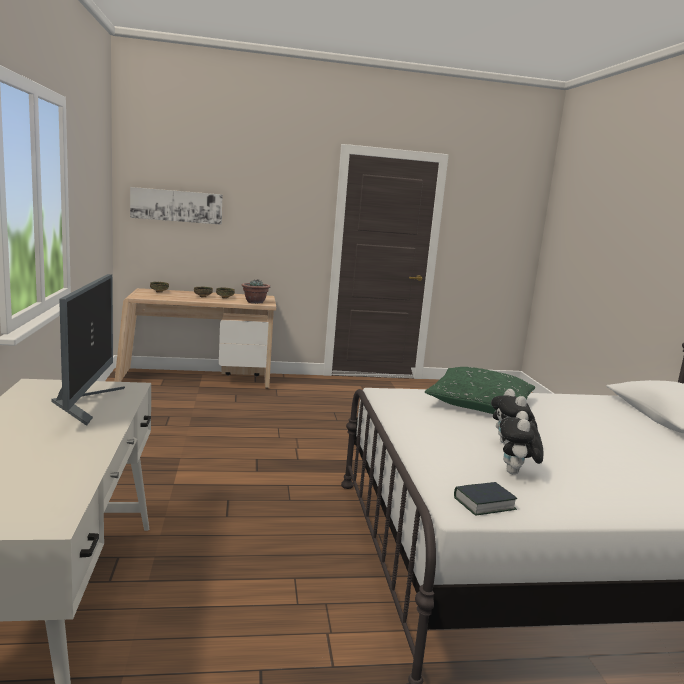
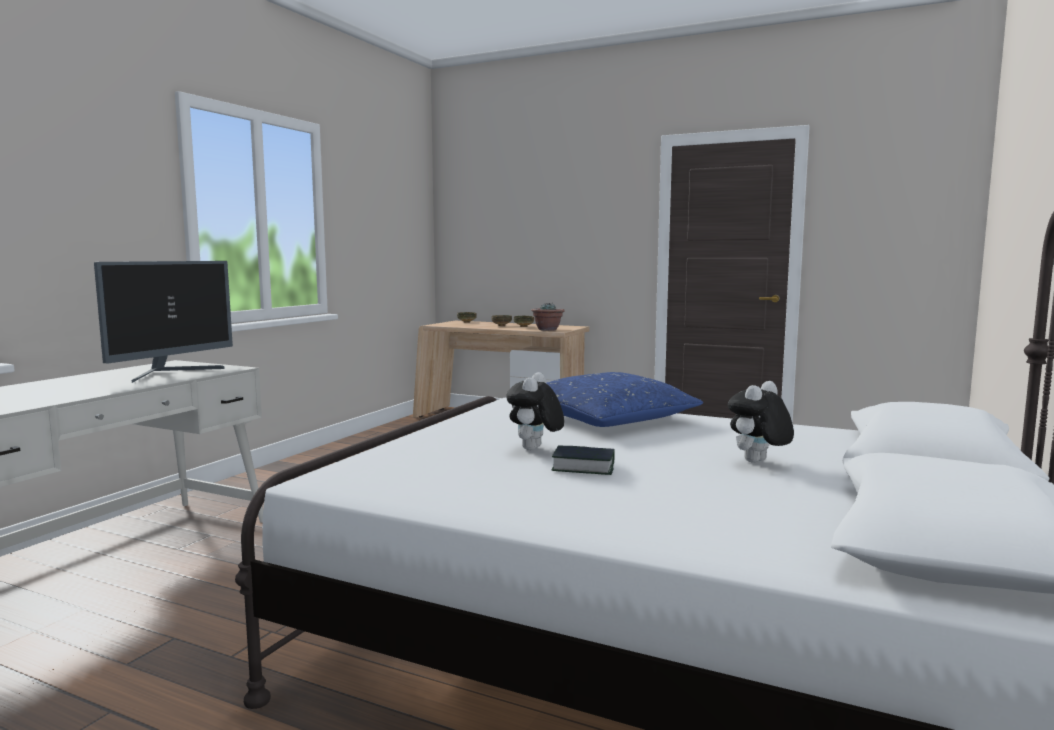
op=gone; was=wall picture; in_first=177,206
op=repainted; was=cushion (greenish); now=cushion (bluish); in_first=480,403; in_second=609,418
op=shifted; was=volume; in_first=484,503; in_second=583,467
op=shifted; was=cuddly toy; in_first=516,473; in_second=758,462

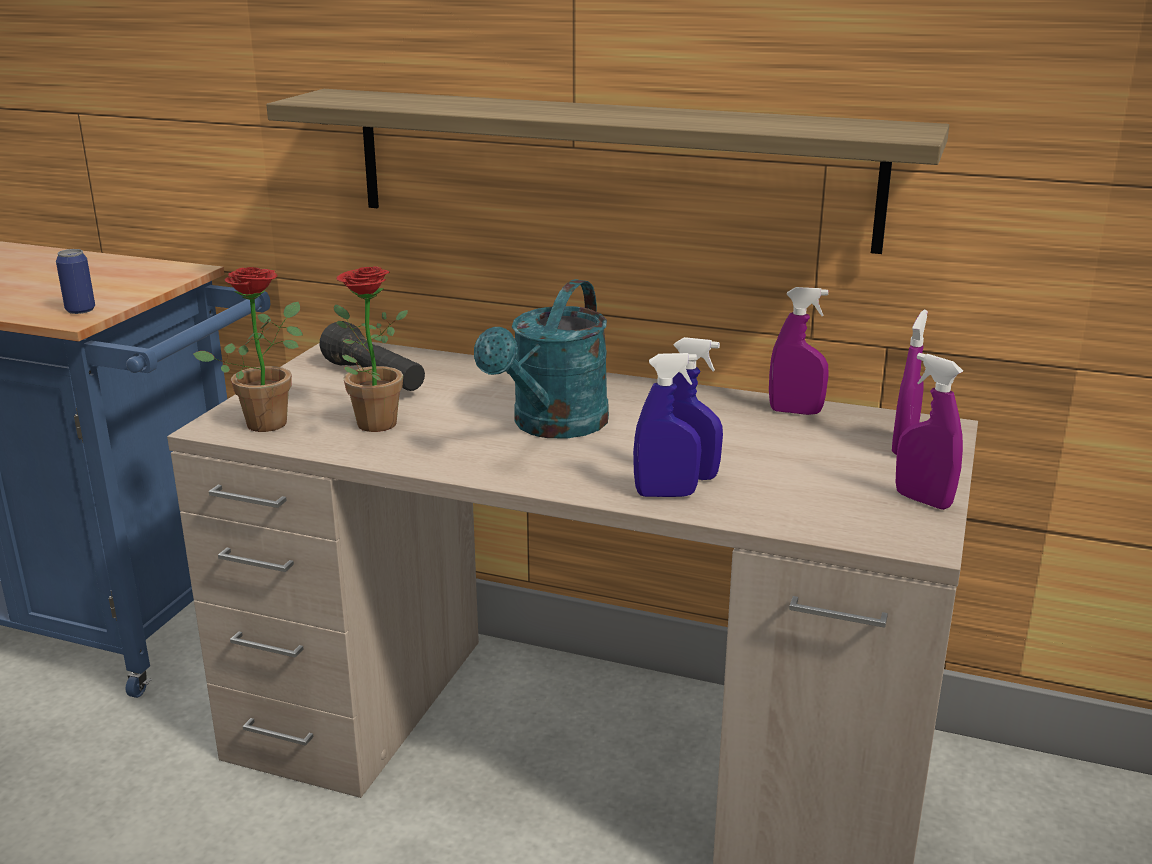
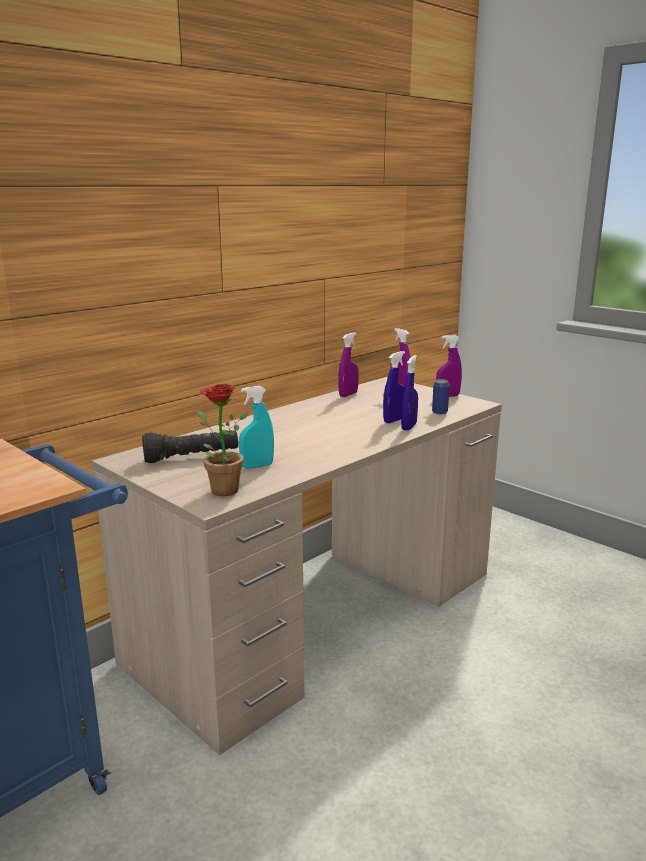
op=shifted; was=can; in_first=80,310; in_second=439,412
op=gone; was=bracket shelf; in_first=608,167
op=swapped; was=houseplant; now=spray bottle (blue-green); in_first=369,422; in_second=257,466
op=gone; was=watering can (blue-green); in_first=552,426

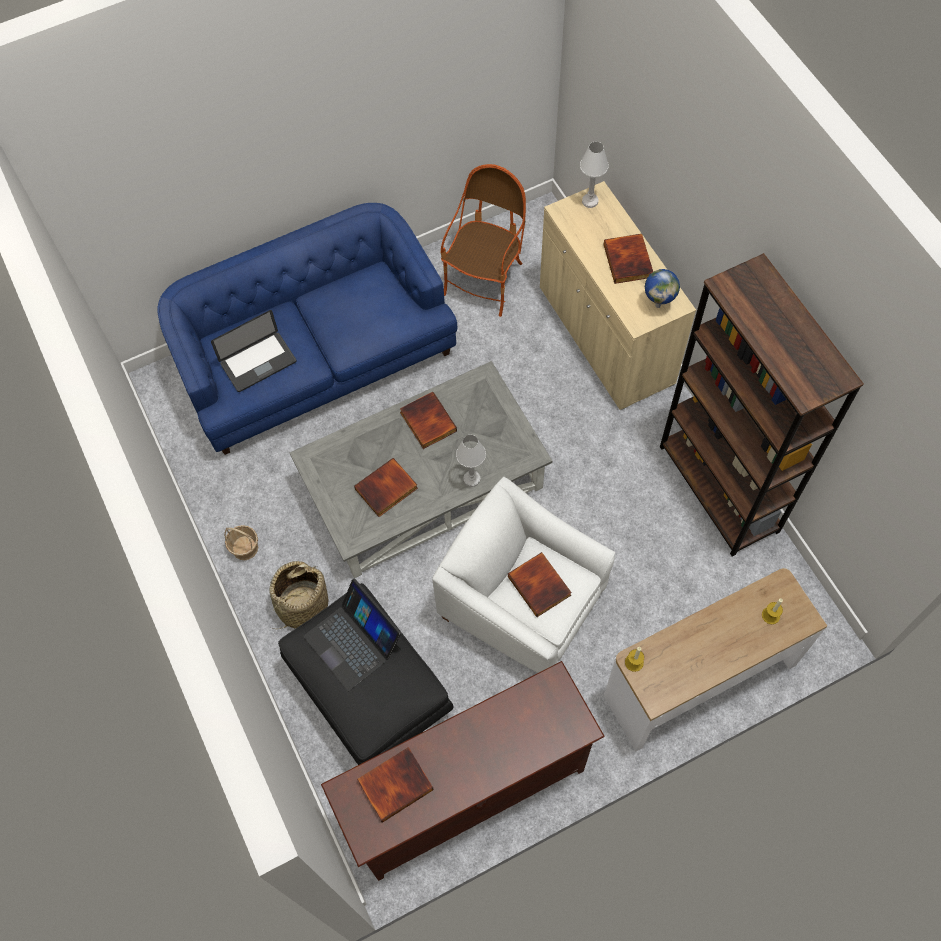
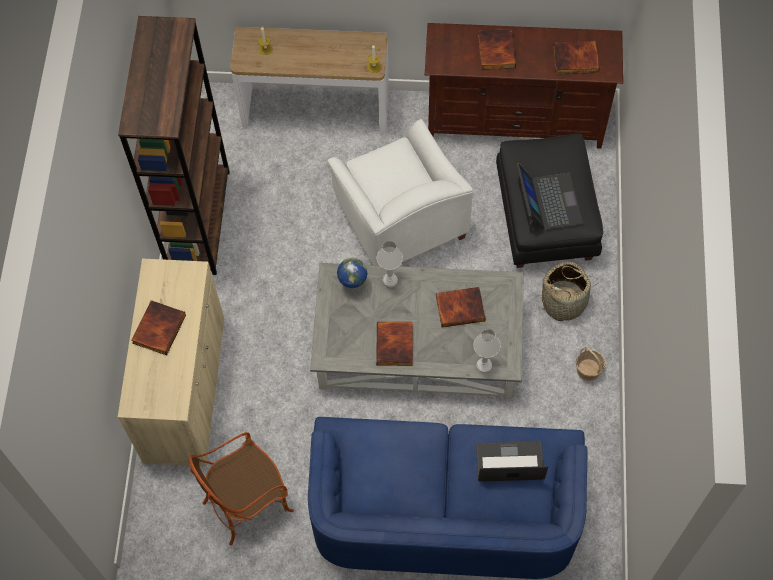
op=shifted; was=volume; in_first=540,585; in_second=495,51
op=shifted; was=table lamp (whitish); in_first=590,201; in_second=484,365
op=shifted; was=world globe; in_first=658,305; in_second=352,286

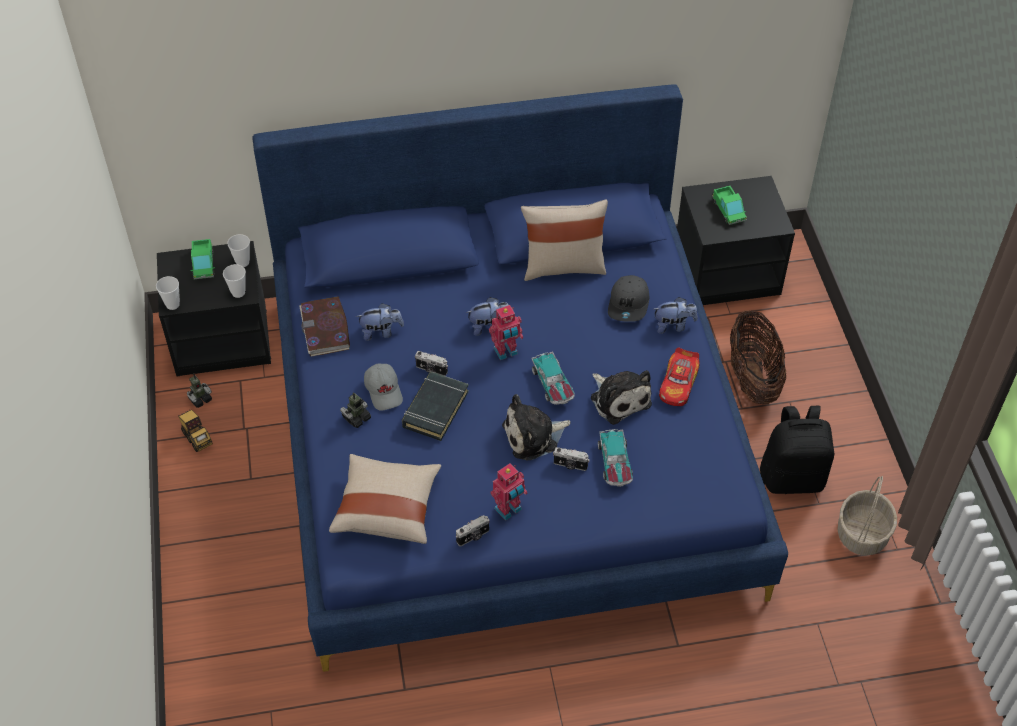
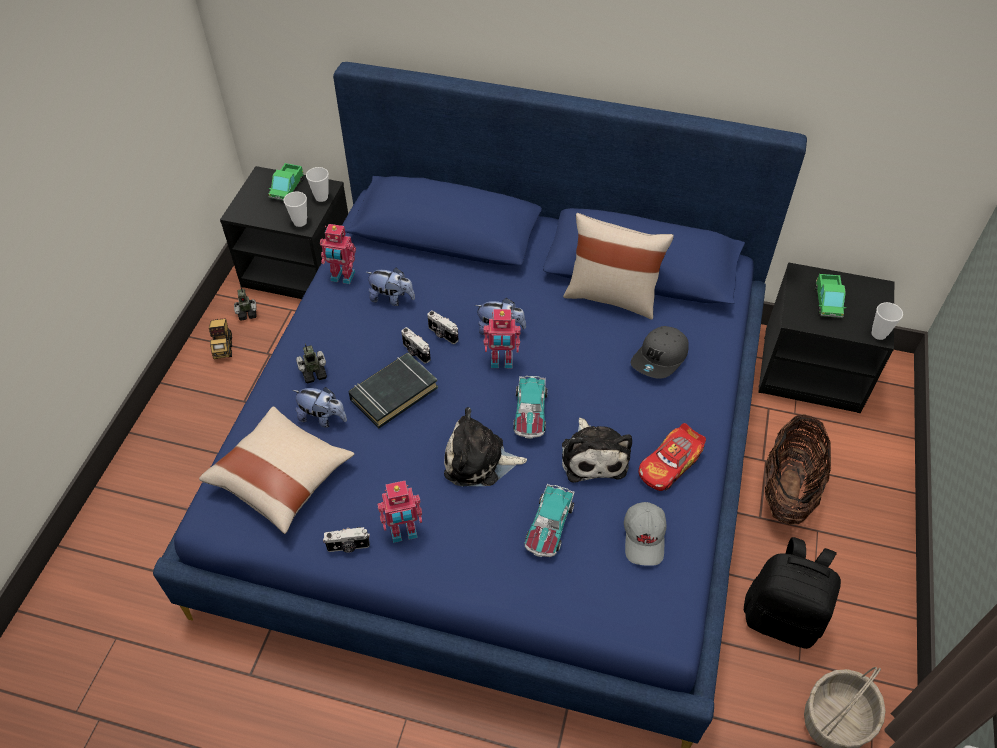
op=shifted; was=cup; in_first=172,304; in_second=878,334
op=swapped; was=volume; now=toy robot; in_first=325,329; in_second=342,277
op=shifted; was=peaked cap (gray); in_first=384,391; in_second=644,538
op=shifted; was=photo camera; in_first=570,465; in_second=442,334
op=shifted; was=cuddly toy; in_first=673,326; in_second=322,418

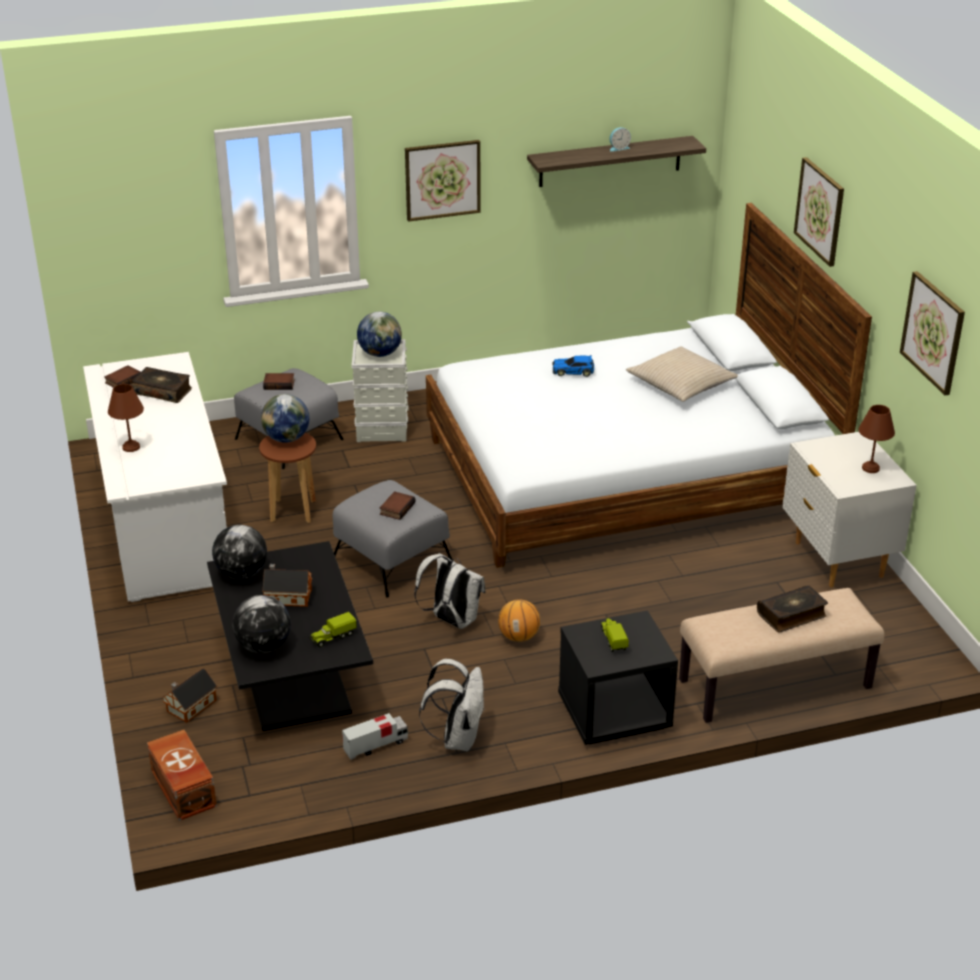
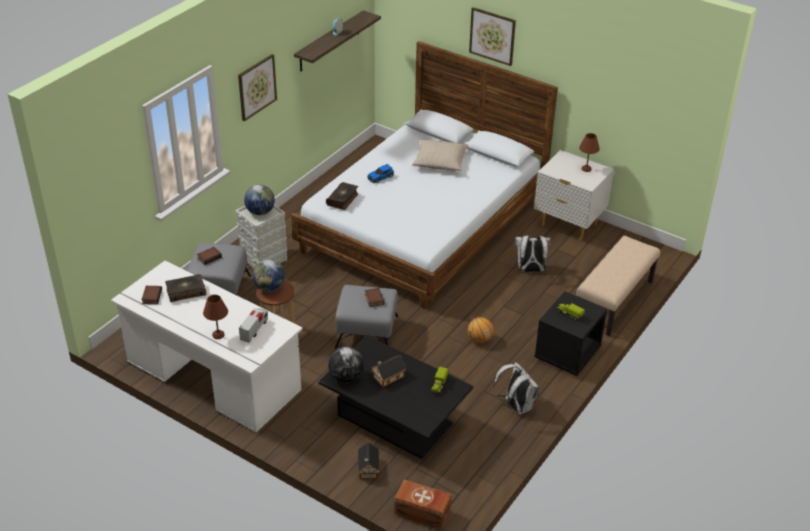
op=gone; was=world globe; in_first=263,646
op=shifted; was=model truck; in_first=376,745; in_second=254,330
op=shifted; was=rucksack (whitish); in_first=452,620; in_second=530,270
op=shifted; was=volume; in_first=792,615; in_second=343,199
op=gone; was=wall picture; in_first=933,332

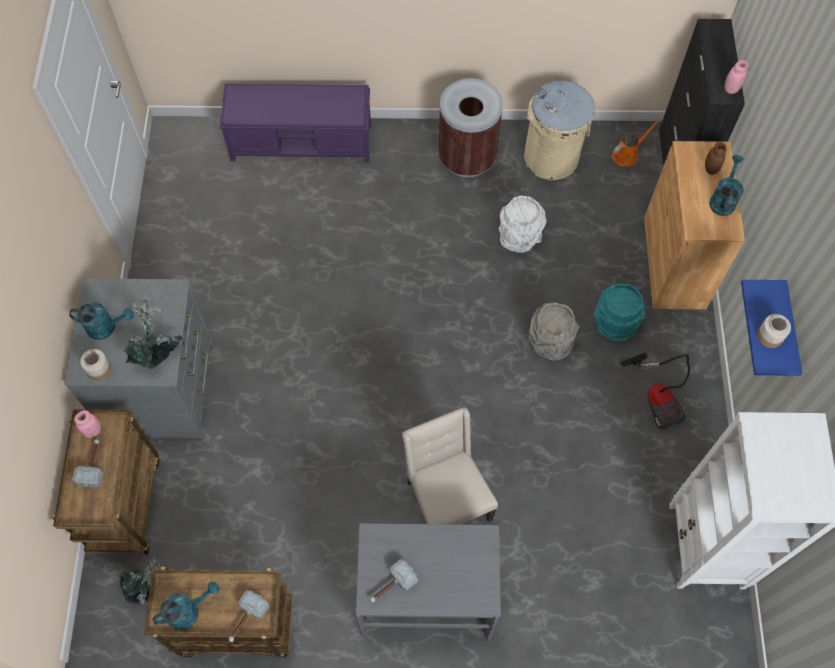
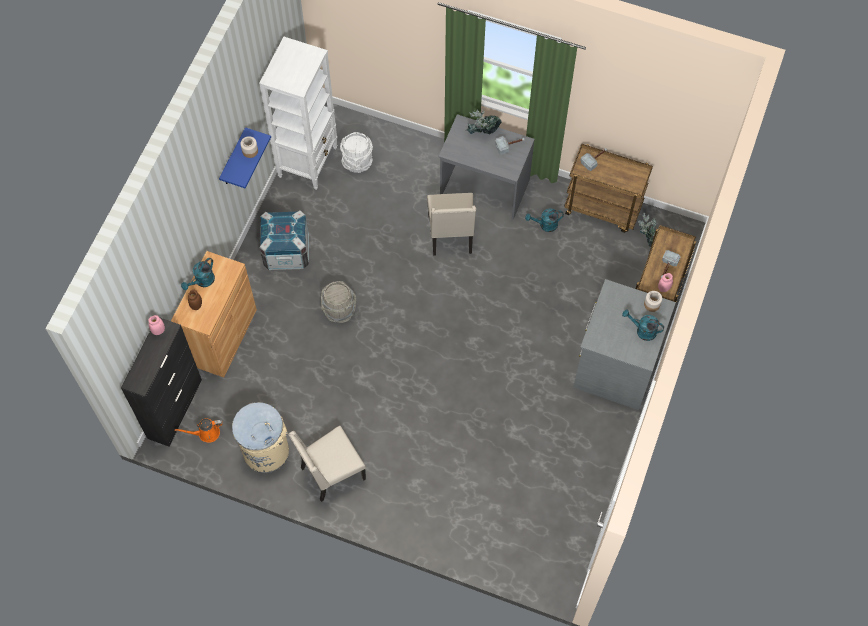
op=shifted; was=houseplant; in_first=158,354; in_second=482,134
op=shifted; was=watering can (blue-green); in_first=188,611; in_second=545,225
op=gone; was=indoor bench (purplish); in_first=302,142
op=swapped; was=waste bin (brownish); now=plain chair (beige-coloured); in_first=467,158; in_second=331,473
op=shifted; was=bucket (whitish); in_first=519,238; in_second=357,162
op=gone; was=bucket (blue-green); in_first=615,324
op=swapped; was=vacuum cleaner; now=packing crate; in_first=658,397; in_second=286,252

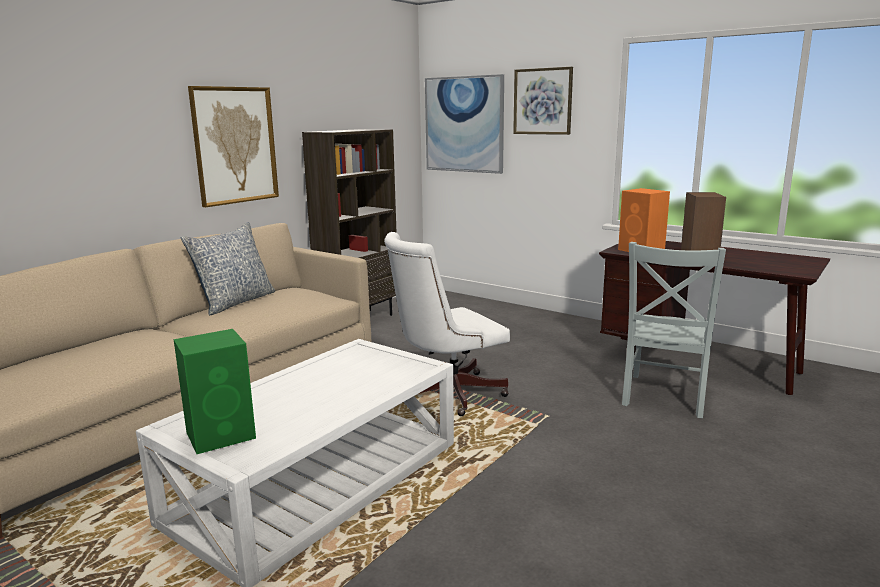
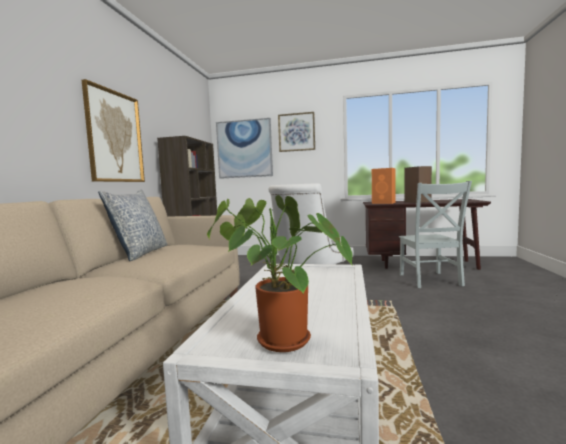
op=swapped; was=loudspeaker (greenish); now=houseplant; in_first=222,435; in_second=277,340

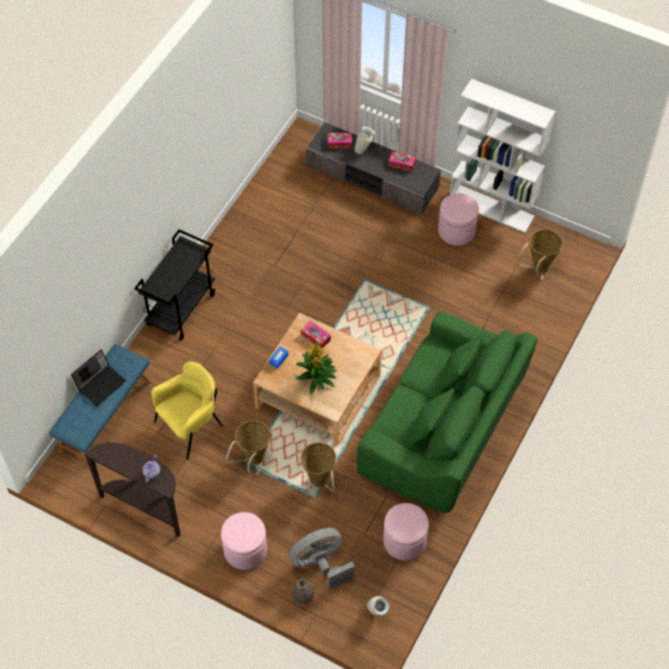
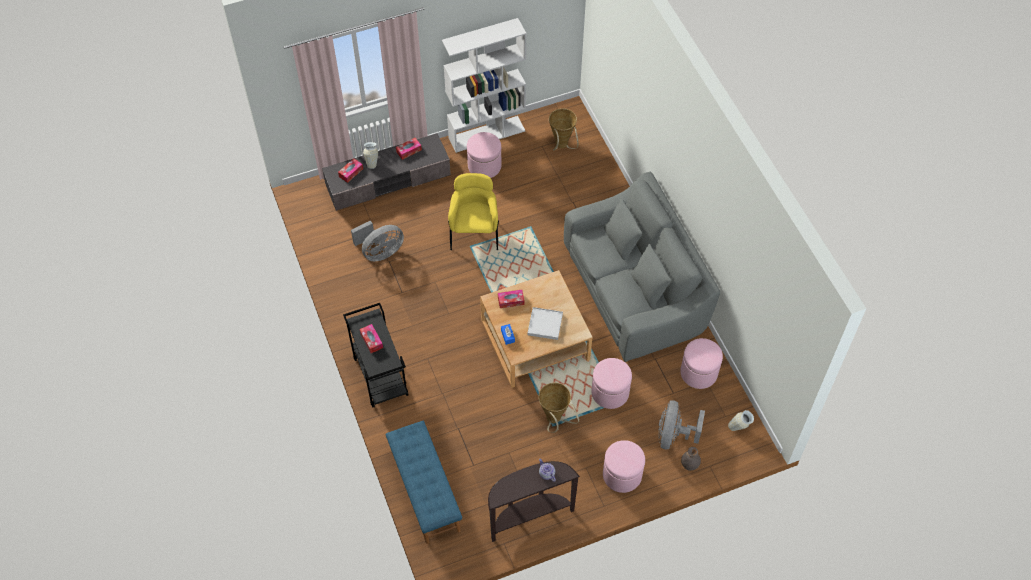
op=gone; was=notebook computer; in_first=101,384
op=shifted; was=easy chair (yellow); in_first=190,426; in_second=474,232
op=swapped; was=houseplant; now=carrying tray (whitish); in_first=316,378; in_second=545,324
op=swapped; was=basket; now=footrest (pinkish); in_first=318,484; in_second=610,392
op=repainted; was=sofa (greenish); now=sofa (gray); in_first=442,430; in_second=634,289
op=new; now=electric fan (gray); in_second=380,252
op=new; now=tissue box; in_second=371,340

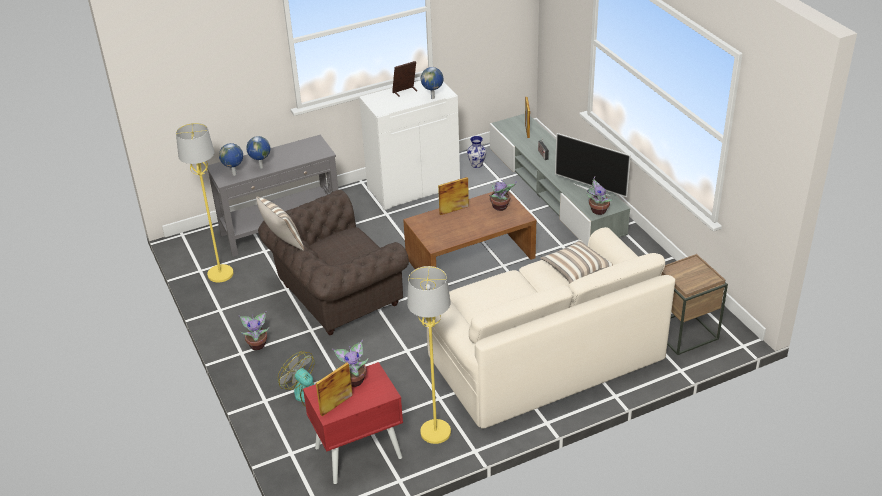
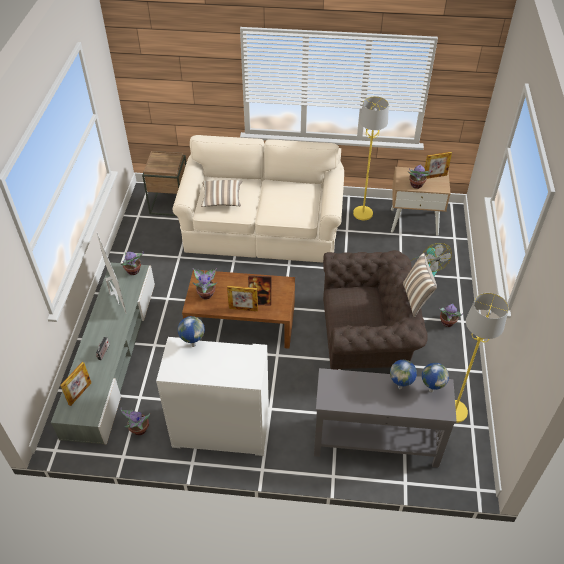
op=repainted; was=bedside table (red-coloured); now=bedside table (beige-coloured); in_first=358,453; in_second=414,222
op=shifted; was=standing frame; in_first=405,91; in_second=260,301
op=swapped; was=decorative vase; now=houseplant; in_first=477,164; in_second=138,429

